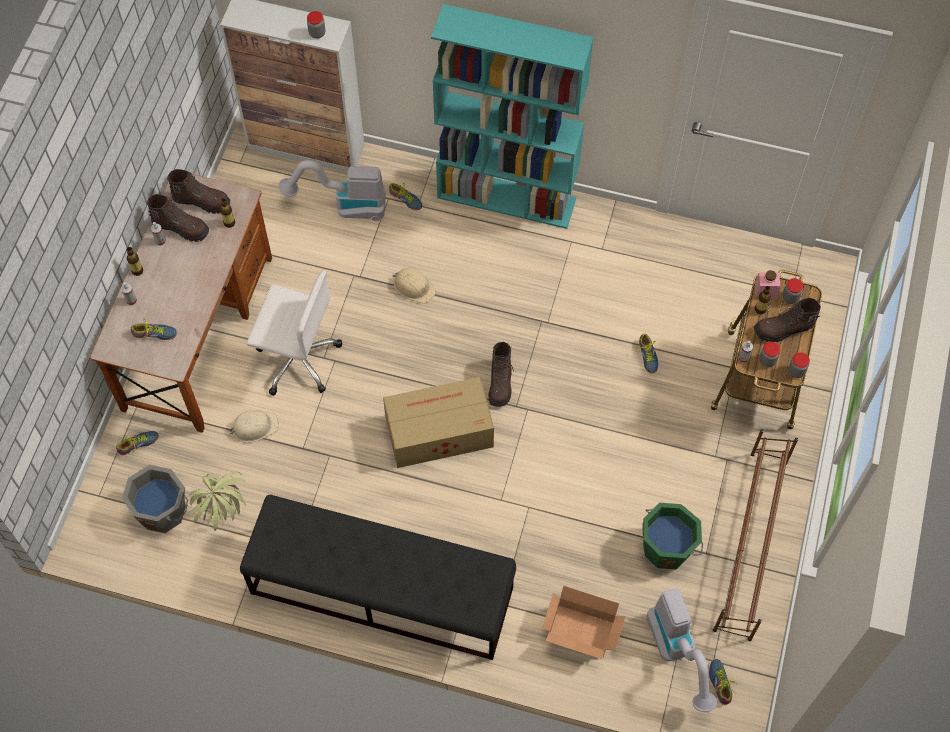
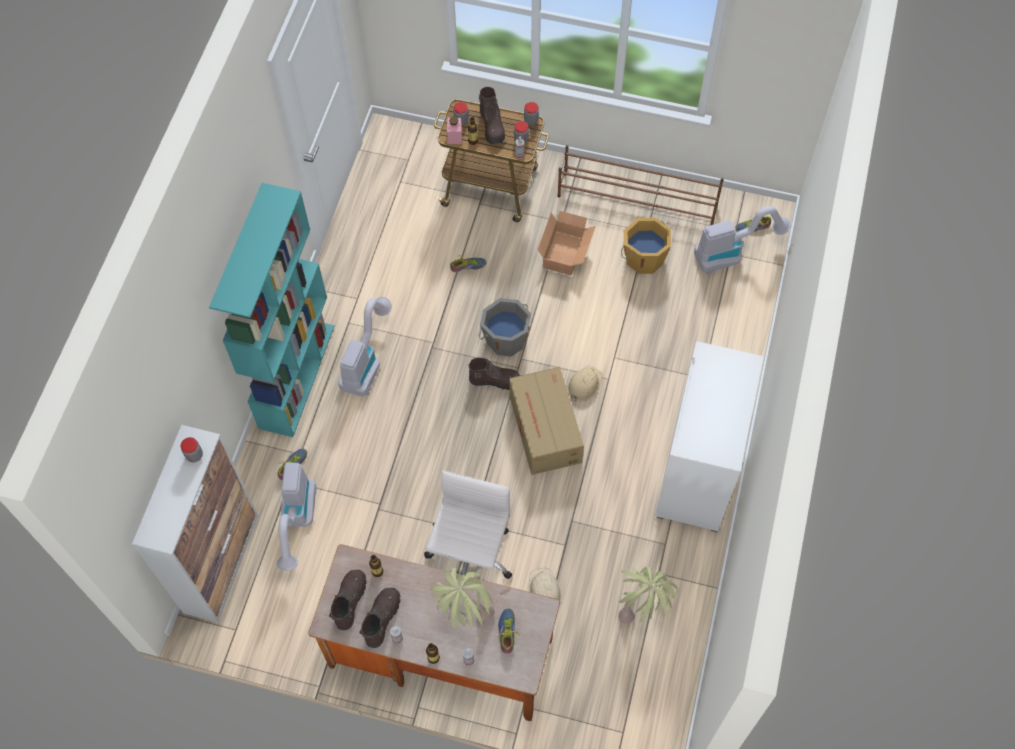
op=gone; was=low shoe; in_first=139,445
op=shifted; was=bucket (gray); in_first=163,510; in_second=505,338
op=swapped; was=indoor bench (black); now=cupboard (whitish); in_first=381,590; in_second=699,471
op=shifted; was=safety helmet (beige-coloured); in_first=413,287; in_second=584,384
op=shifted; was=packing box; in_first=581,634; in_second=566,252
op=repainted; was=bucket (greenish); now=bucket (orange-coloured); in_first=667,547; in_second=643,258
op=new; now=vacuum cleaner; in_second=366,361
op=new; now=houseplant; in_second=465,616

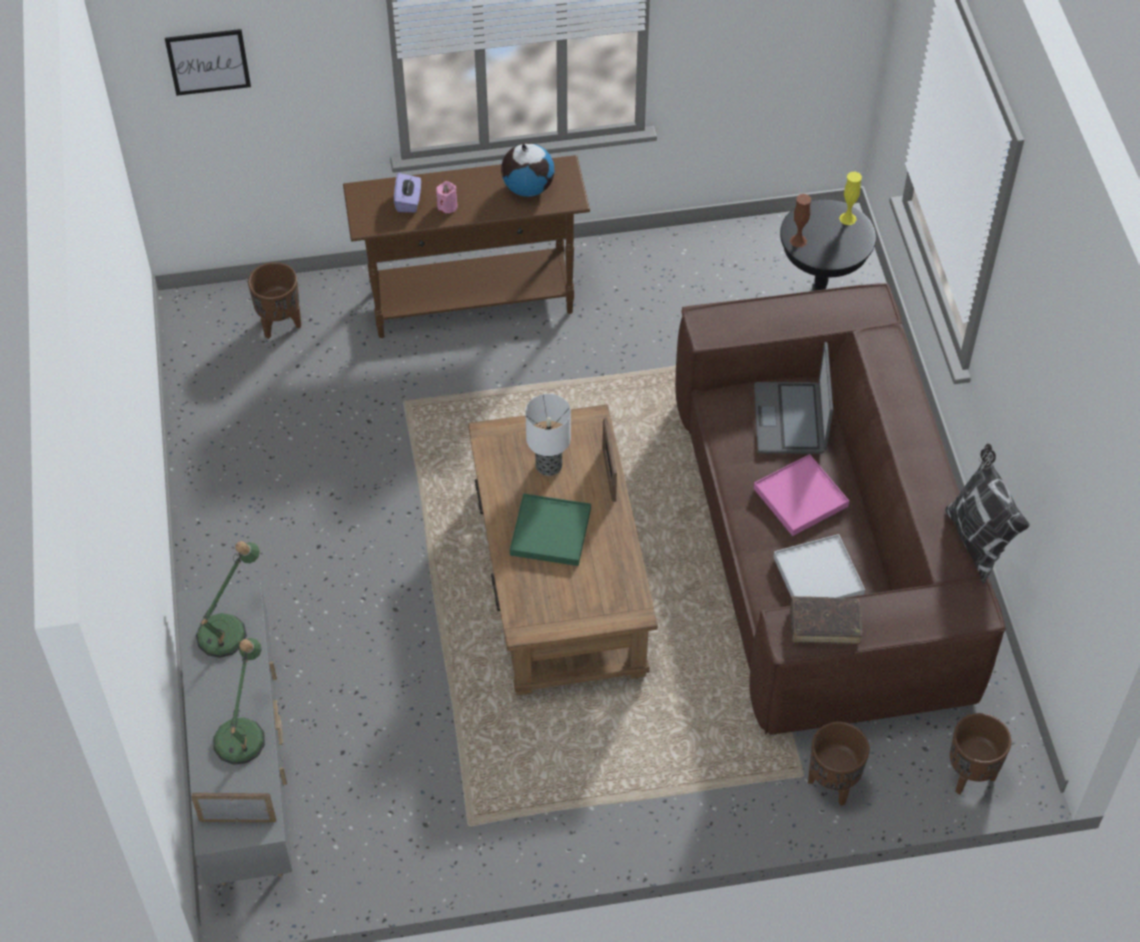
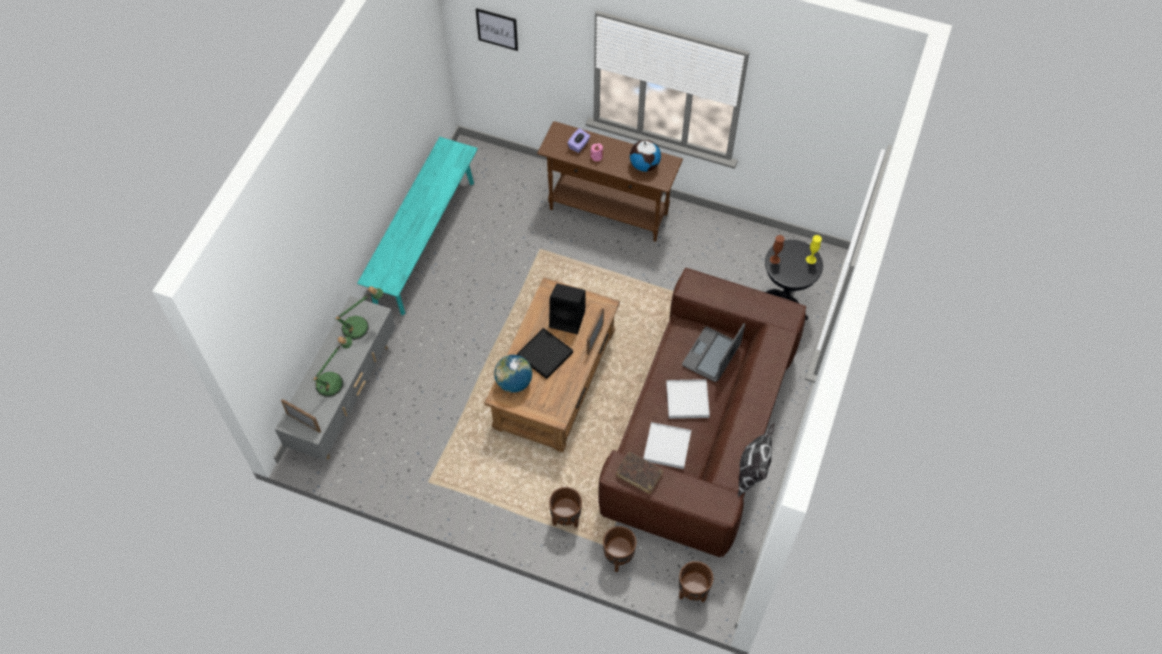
op=shifted; was=planter (brownish); in_first=280,324; in_second=566,519
op=repainted; was=carrying tray (greenish); now=carrying tray (black); in_first=551,532; in_second=545,354
op=swapped; was=table lamp; now=loudspeaker (black); in_first=549,465; in_second=568,319
op=repainted; was=carrying tray (pinkish); now=carrying tray (whitish); in_first=800,497; in_second=687,400
op=new; now=indoor bench (blue-green); in_second=424,241
op=new; now=world globe; in_second=514,382

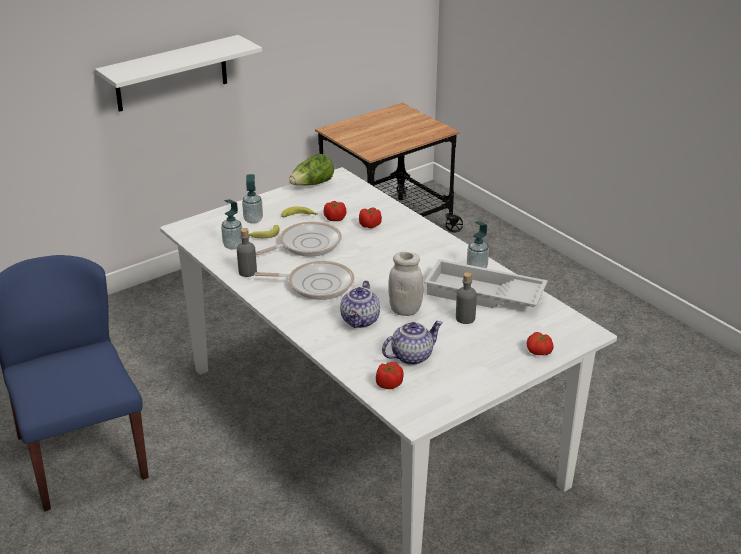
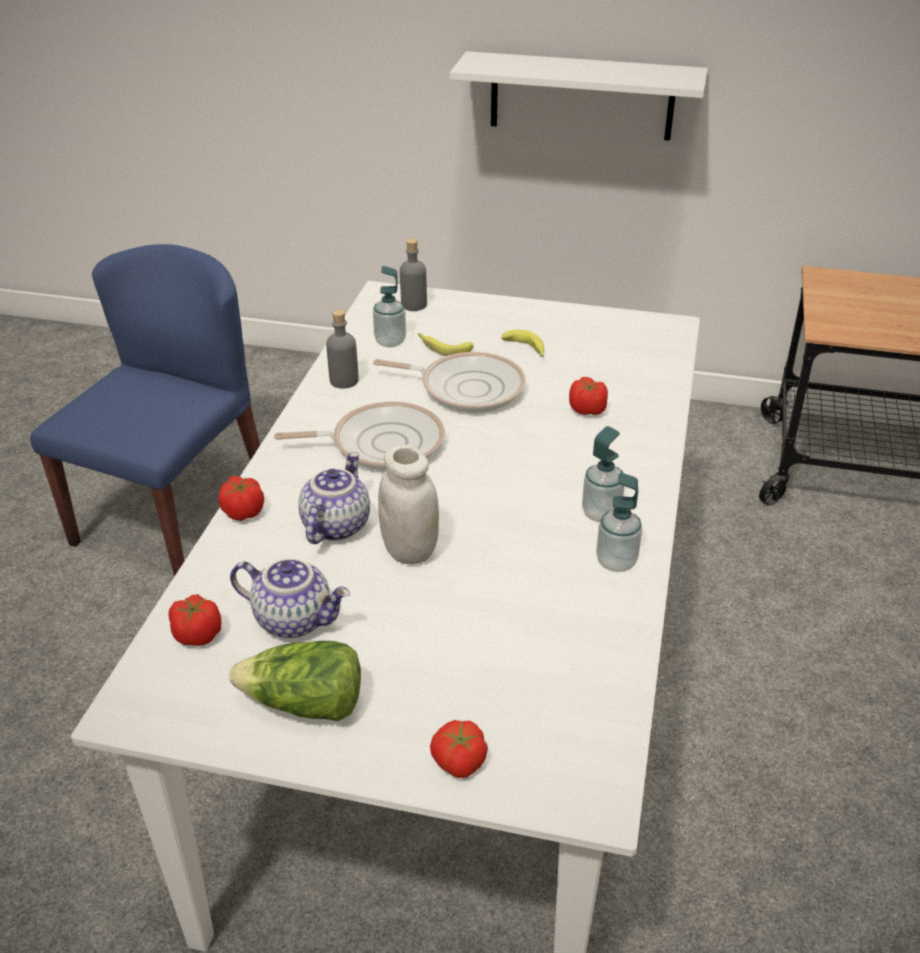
op=shifted; was=soap dispenser; in_first=253,220; in_second=601,513
op=rotated; was=frying pan; in_first=316,284; in_second=381,443; clockwise=-60
op=shifted; was=lettuce head; in_first=312,184; in_second=305,705
op=shifted; was=tomato; in_first=335,218; in_second=243,511
op=rotated; was=teapot; in_first=361,321; in_second=334,525; clockwise=135
op=gone; was=carrying tray (whitish); in_first=483,295
op=shifted; was=drink bottle (gray); in_first=465,318; in_second=414,305

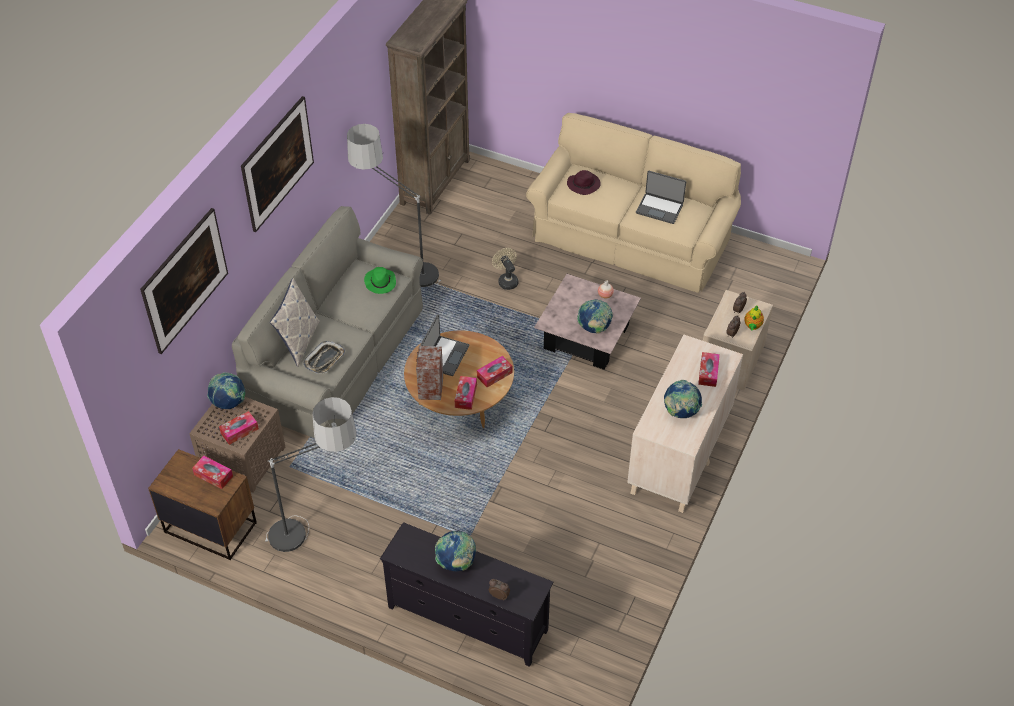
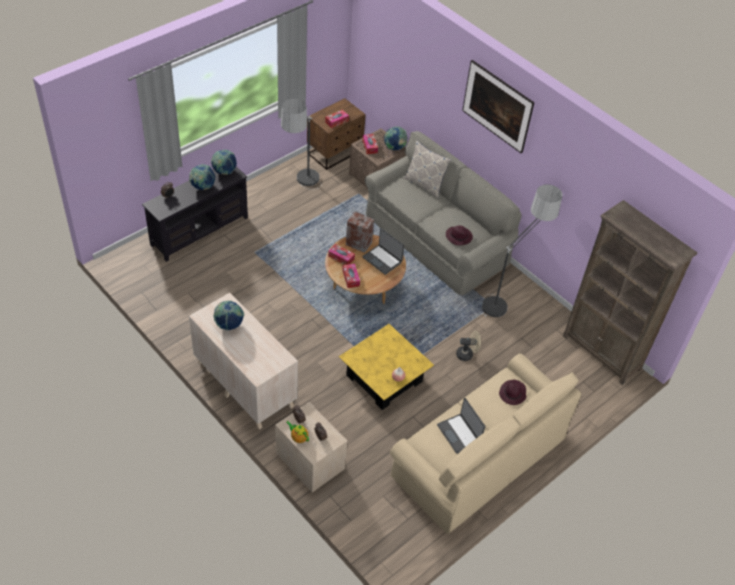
op=gone; was=wall picture; in_first=188,296
op=gone; was=carrying tray; in_first=325,360
op=repainted; was=hat (greenish); now=hat (purplish); in_first=380,282; in_second=459,237
op=repainted; was=lounge table (pinkish); now=lounge table (yellow); in_first=586,337; in_second=384,378
op=shifted; was=world globe; in_first=594,328; in_second=224,172
op=rotated; was=notebook computer; in_first=659,208; in_second=459,433; clockwise=-75
op=gone; was=tissue box; in_first=708,373

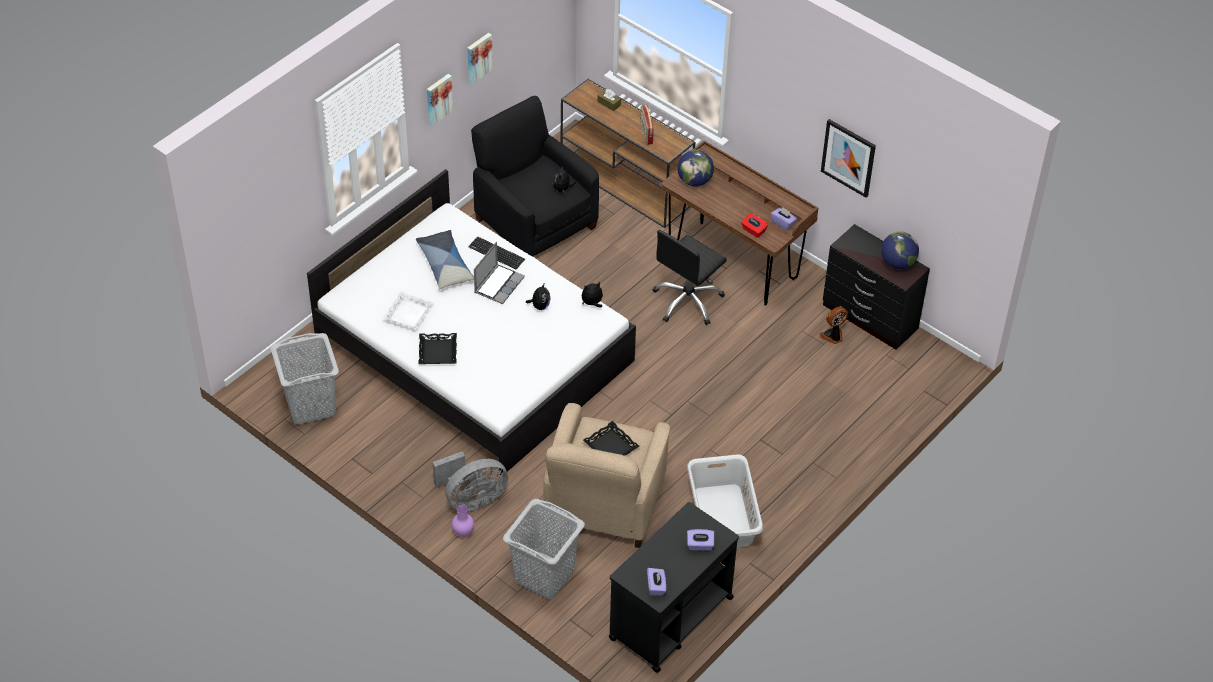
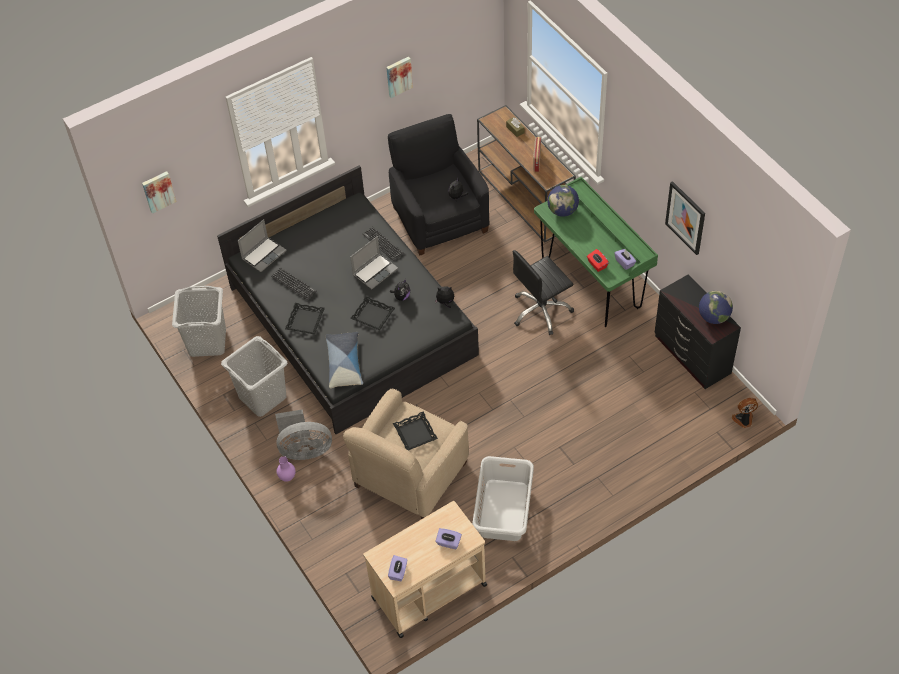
op=repainted; was=bed (whitish); now=bed (black); in_first=474,351; in_second=351,321
op=swapped; was=carrying tray (whitish); now=computer keyboard; in_first=409,314; in_second=293,283
op=shifted; was=cushion; in_first=445,265; in_second=344,363
op=shifted; was=wall picture; in_first=438,98; in_second=158,191
op=shifted; was=washing basket (gray); in_first=544,575; in_second=263,397
op=repainted; was=wheeled cart (black); now=wheeled cart (beige-coloured); in_first=670,618; in_second=428,591
op=repainted; was=desk (brownish); now=desk (greenish); in_first=733,263; in_second=591,284
op=shifted; was=electric fan; in_first=833,336; in_second=743,420
op=new; now=notebook computer; in_second=264,254
op=new; now=carrying tray (black); in_second=372,316

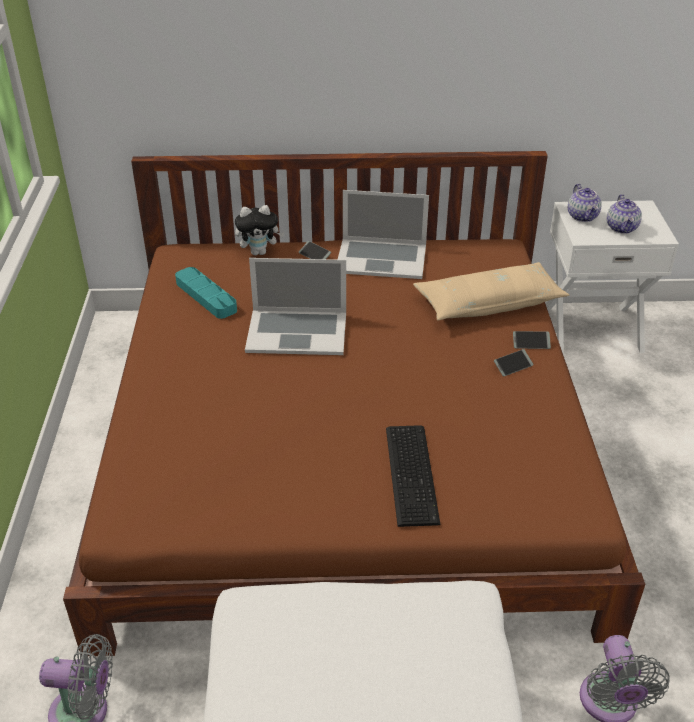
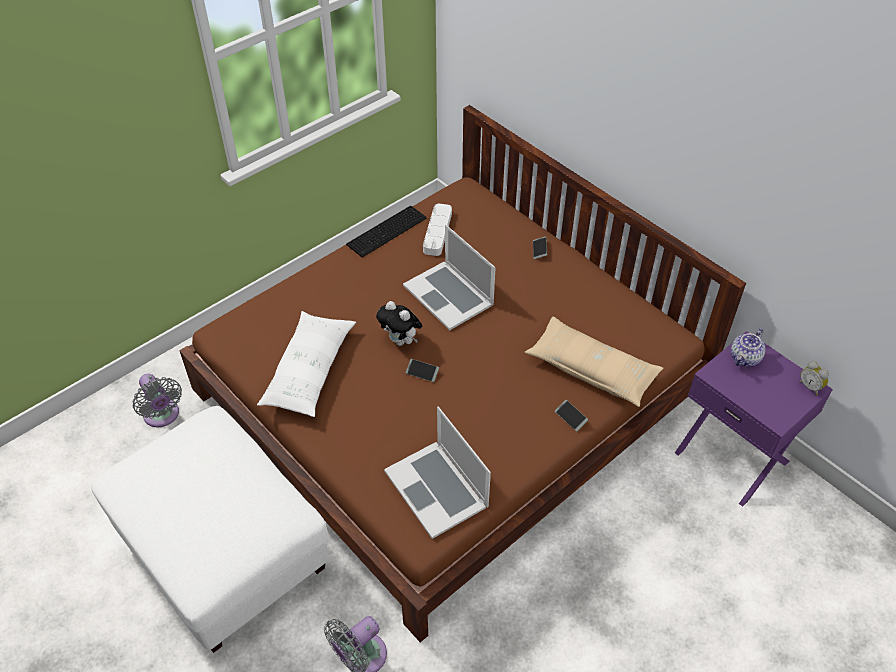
op=repainted; was=carrying tray (blue-green); now=carrying tray (whitish); in_first=206,296; in_second=437,232
op=shifted; was=cuddly toy; in_first=259,252; in_second=401,341
op=shifted; was=notebook computer; in_first=381,258; in_second=436,488
op=shifted; was=computer keyboard; in_first=413,473; in_second=388,231
op=shifted; was=phone; in_first=513,366; in_second=422,372
op=repainted; was=bedside table (whitish); now=bedside table (purplish); in_first=591,328; in_second=733,456
op=gone; was=teapot; in_first=622,228
op=new; now=cushion (whitish); in_second=309,371
op=new; now=table clock; in_second=810,386

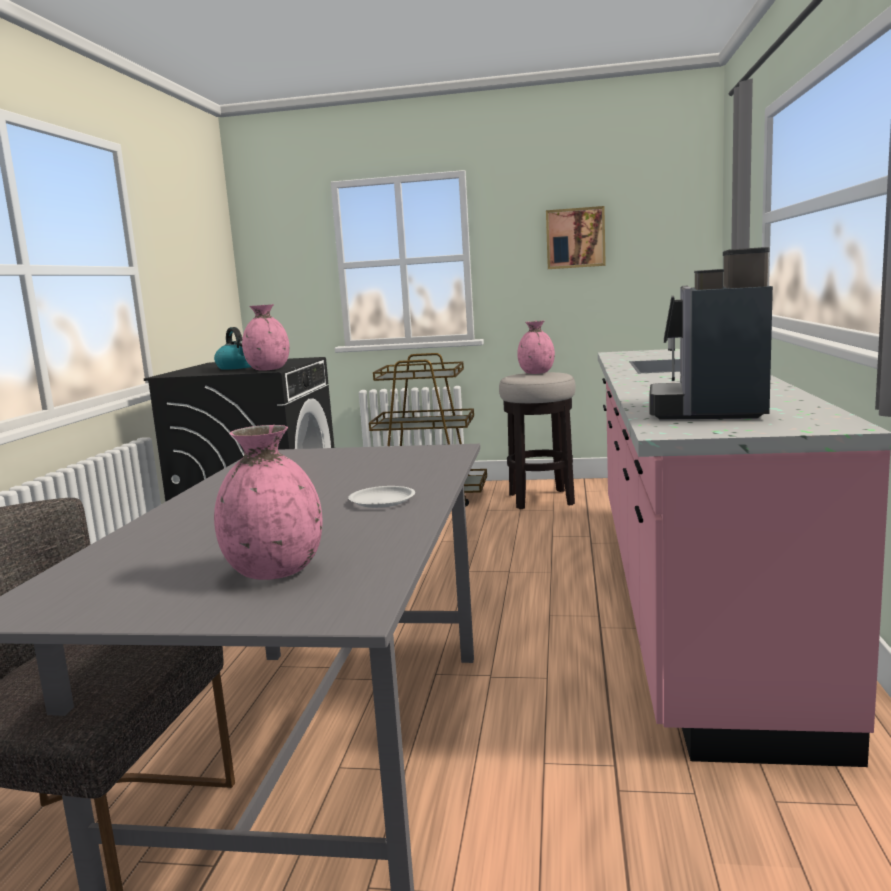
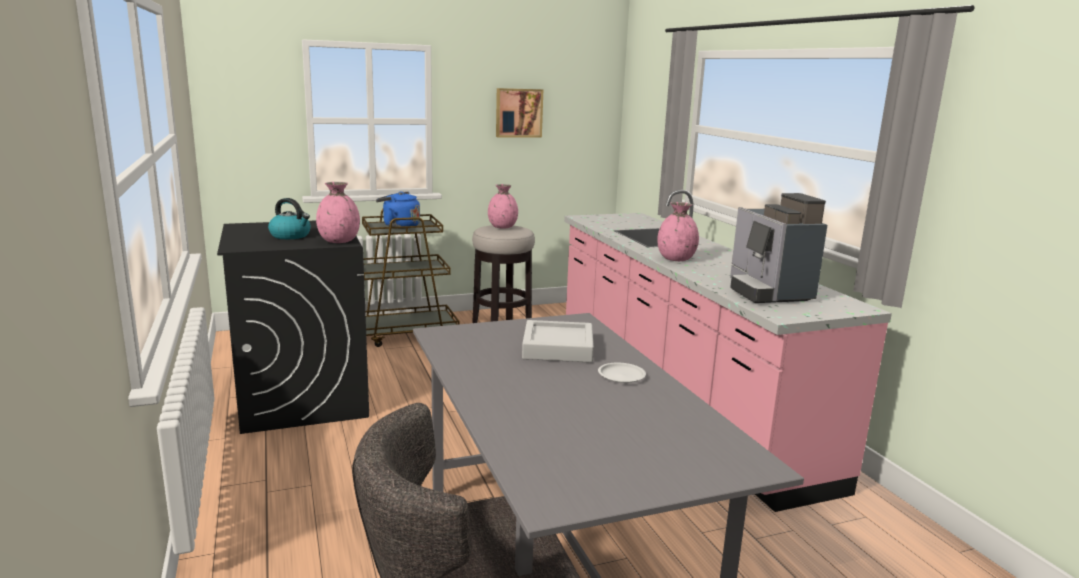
op=shifted; was=decorative vase (pinkish); in_first=275,572; in_second=676,259
op=new; now=kettle (bluish); in_second=399,226
op=new; now=carrying tray (gray); in_second=558,348

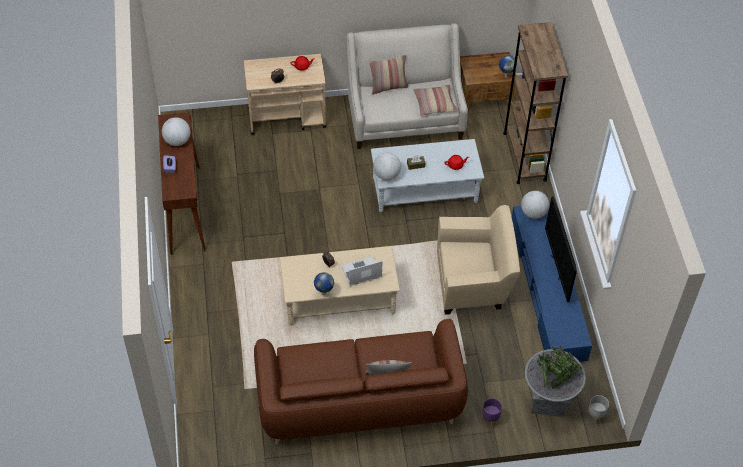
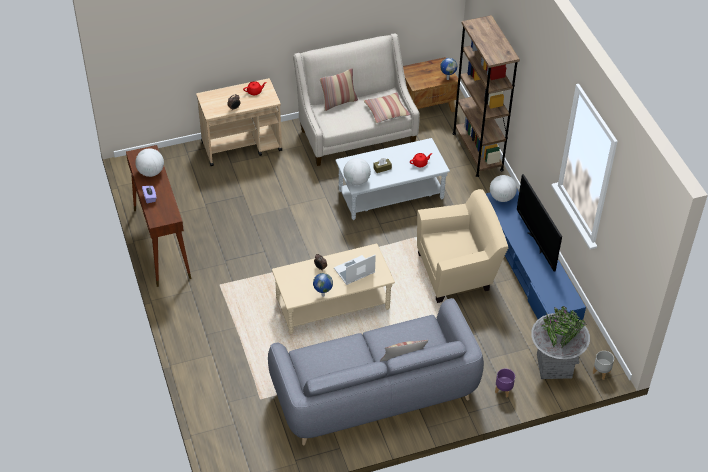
op=repainted; was=sofa (brownish); now=sofa (gray); in_first=359,401; in_second=375,393

